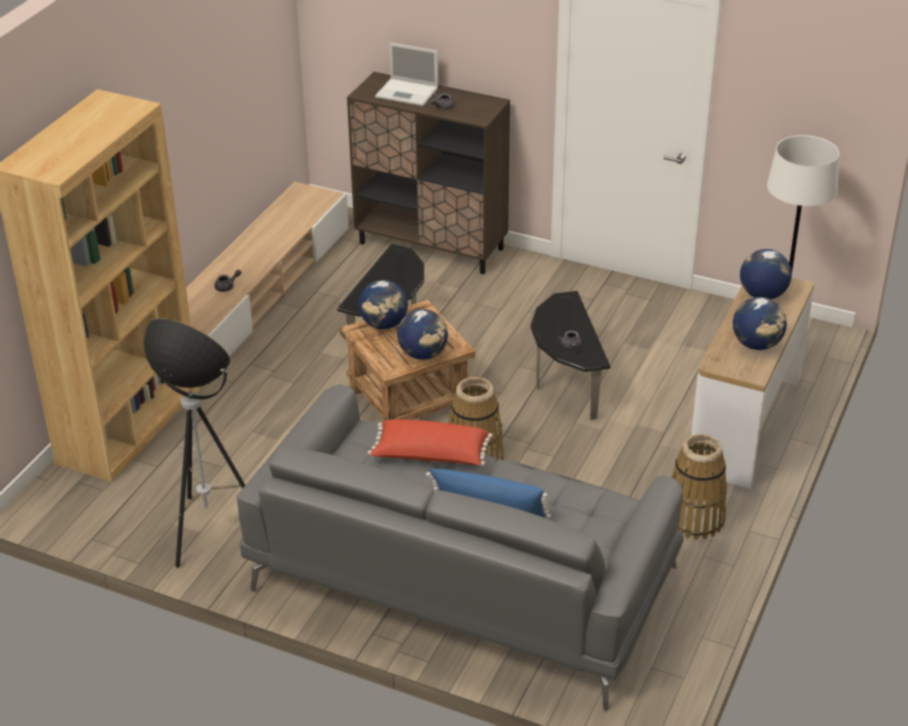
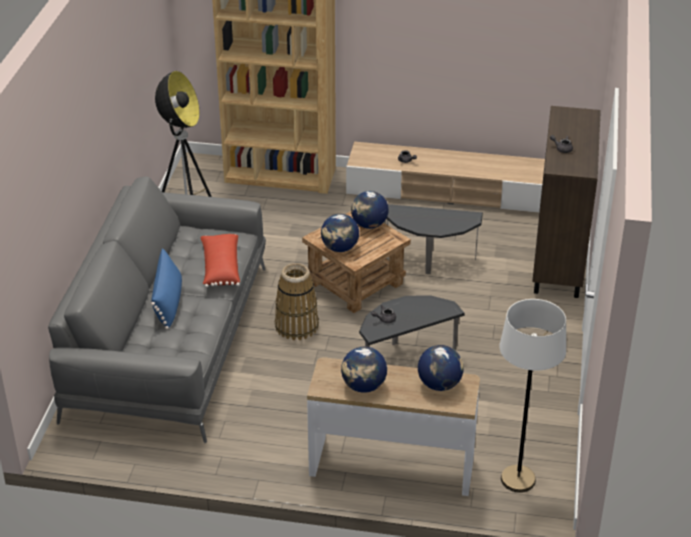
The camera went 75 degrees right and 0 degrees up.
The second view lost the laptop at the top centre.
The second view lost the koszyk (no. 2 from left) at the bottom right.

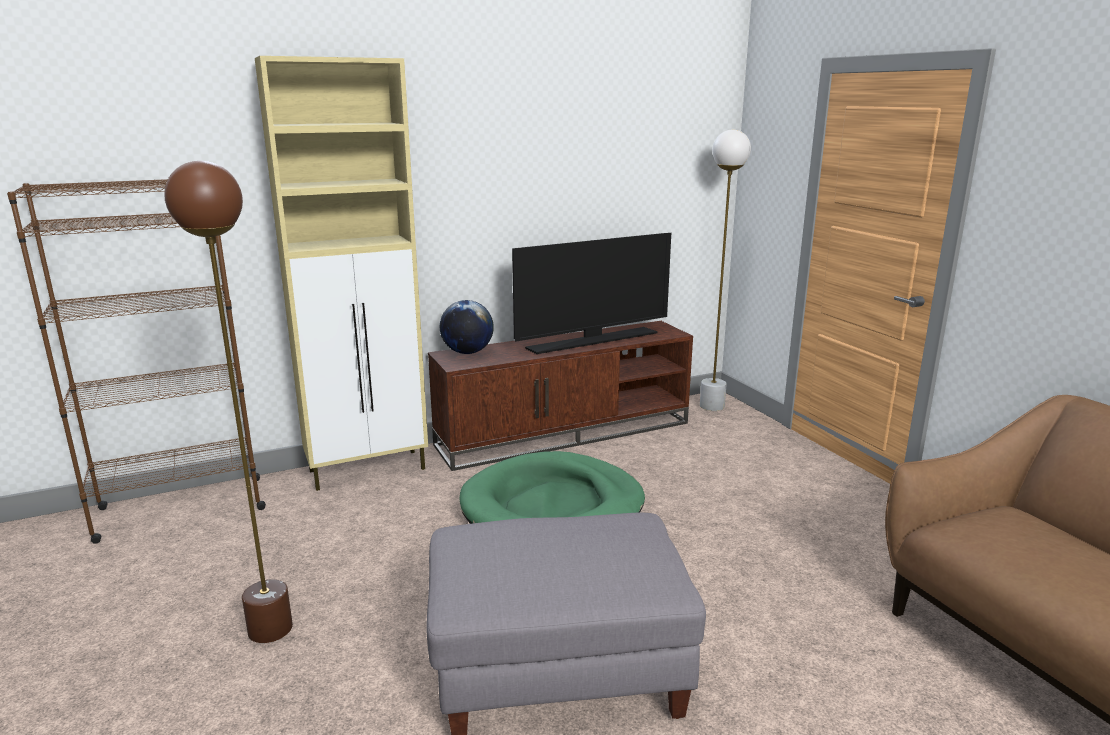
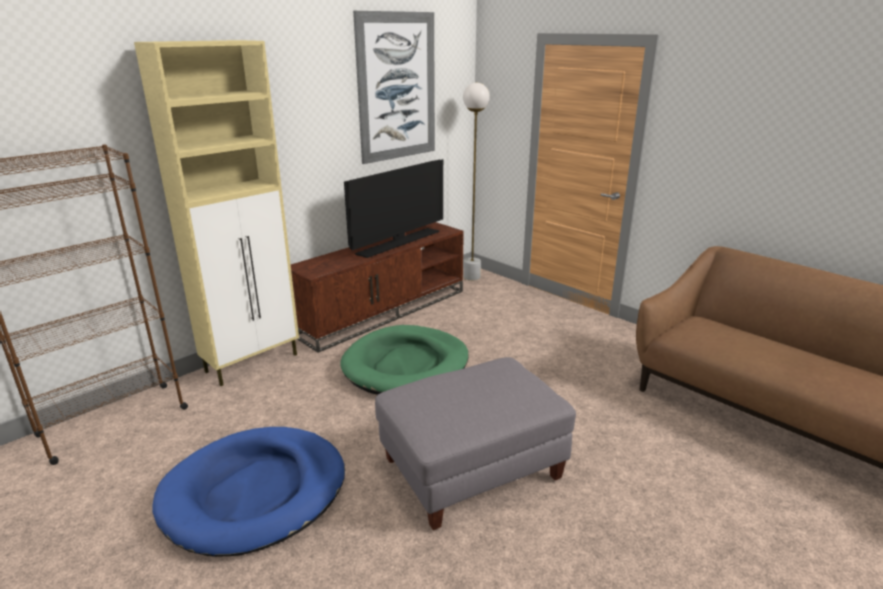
The camera went 20 degrees left and 5 degrees up.
The second view lost the globus at the centre.
The second view gained the obraz at the top centre.
Where the lampa stojąca/brązowy stood at the middle left, the legowisko/niebieski came to stand at the bottom left.

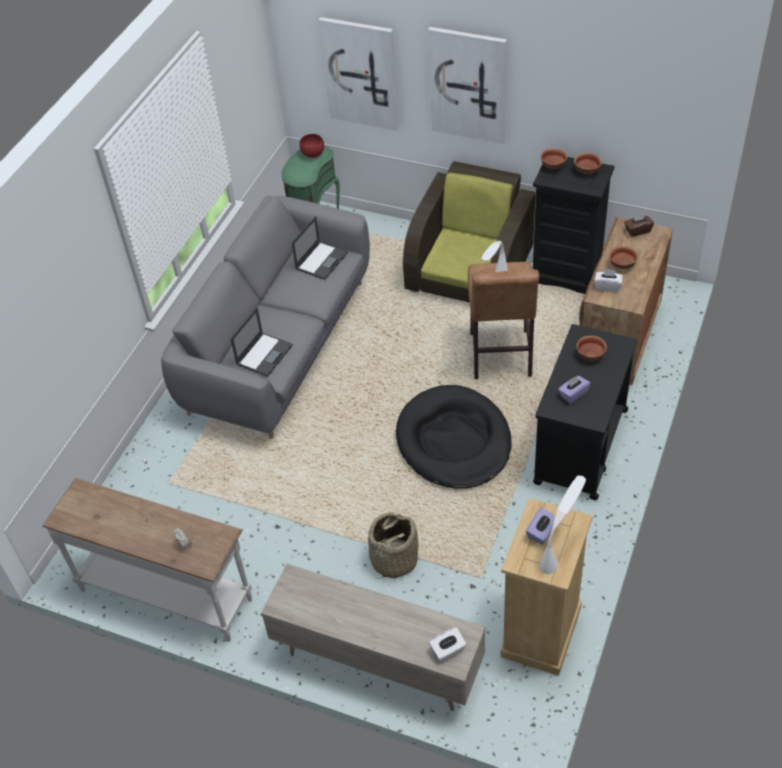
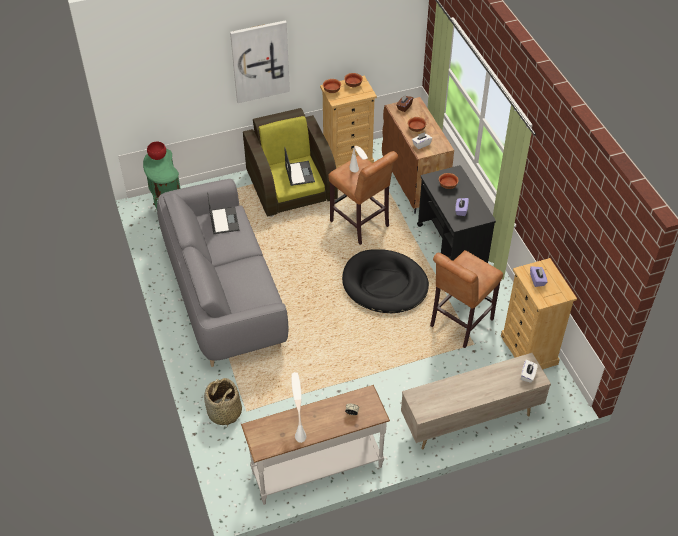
The camera went 45 degrees left and 0 degrees up.
The second view lost the obraz (no. 1 from left) at the top centre.
The second view gained the stołek/brązowy (no. 2 from left) at the middle right.
The laptop (no. 1 from left in the first image) ended up elsewhere, having gone from the centre to the top centre.
The koszyk ended up elsewhere, having gone from the bottom centre to the bottom left.
The lampa stołowa/biały (no. 2 from left in the first image) ended up elsewhere, having gone from the bottom right to the bottom centre.
What was the komoda/czarny at the top right turned into the komoda/beżowy (no. 1 from left) at the top centre.

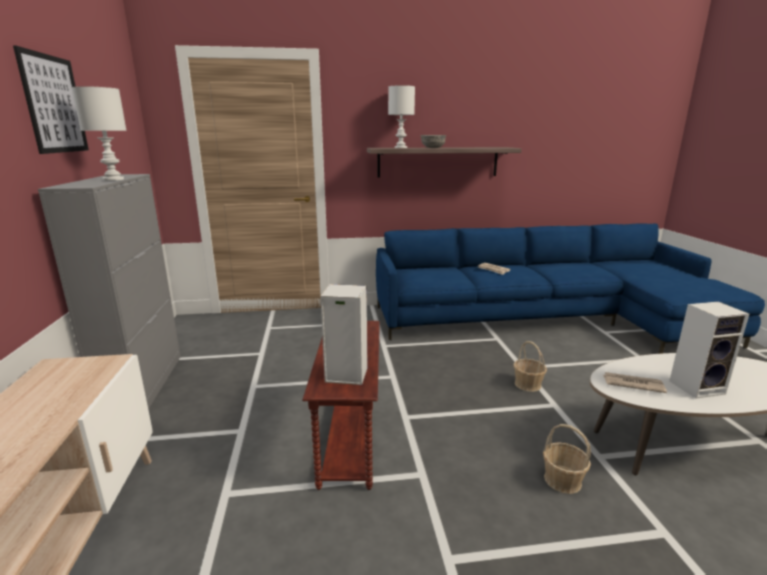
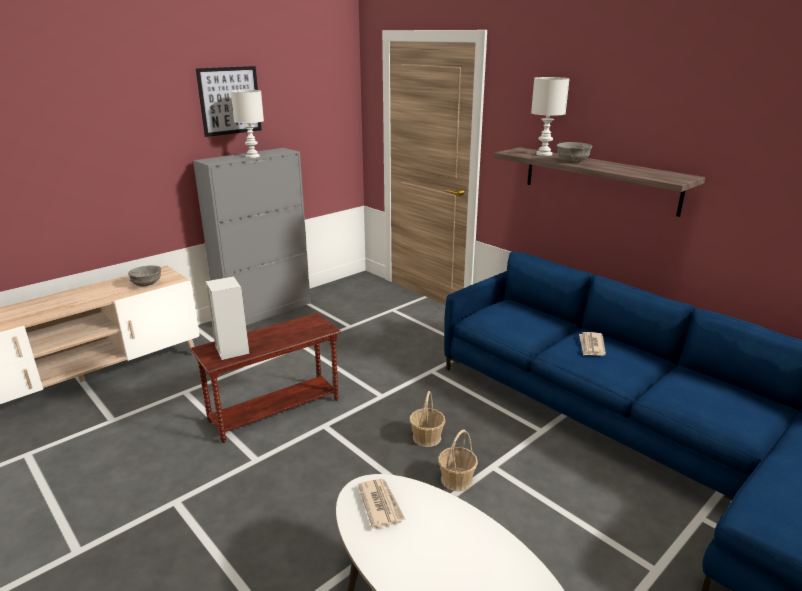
The camera went 55 degrees right and 5 degrees up.
The second view lost the głośnik (no. 2 from left) at the middle right.
The second view gained the miska/szary (no. 1 from left) at the middle left.
The koszyk (no. 2 from left in the first image) ended up elsewhere, having gone from the bottom right to the bottom centre.

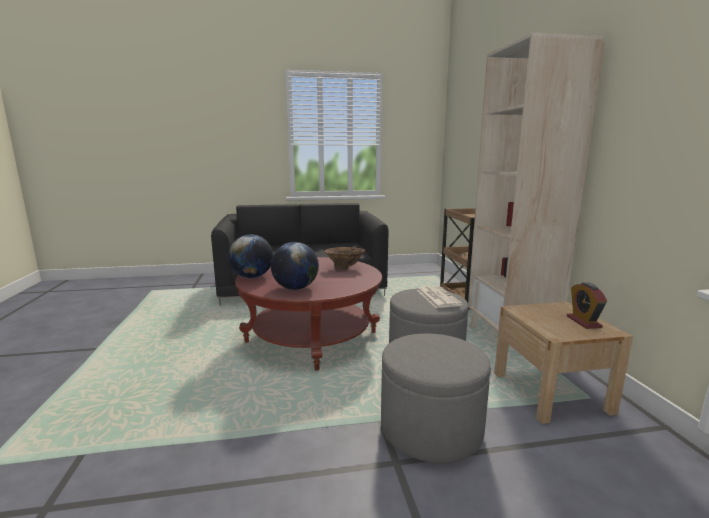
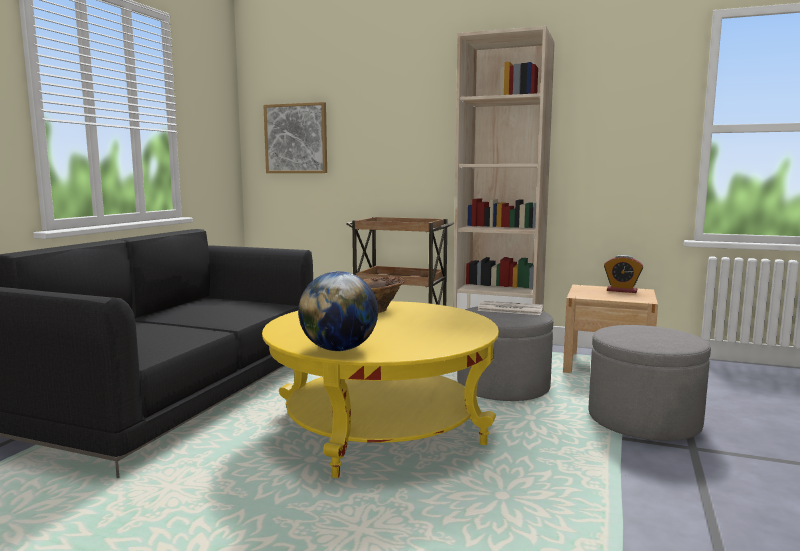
The camera went 60 degrees left and 5 degrees down.
The second view lost the globus (no. 2 from left) at the centre.
The second view gained the obraz at the top centre.
What was the ława/czerwony at the centre turned into the ława/żółty at the bottom centre.

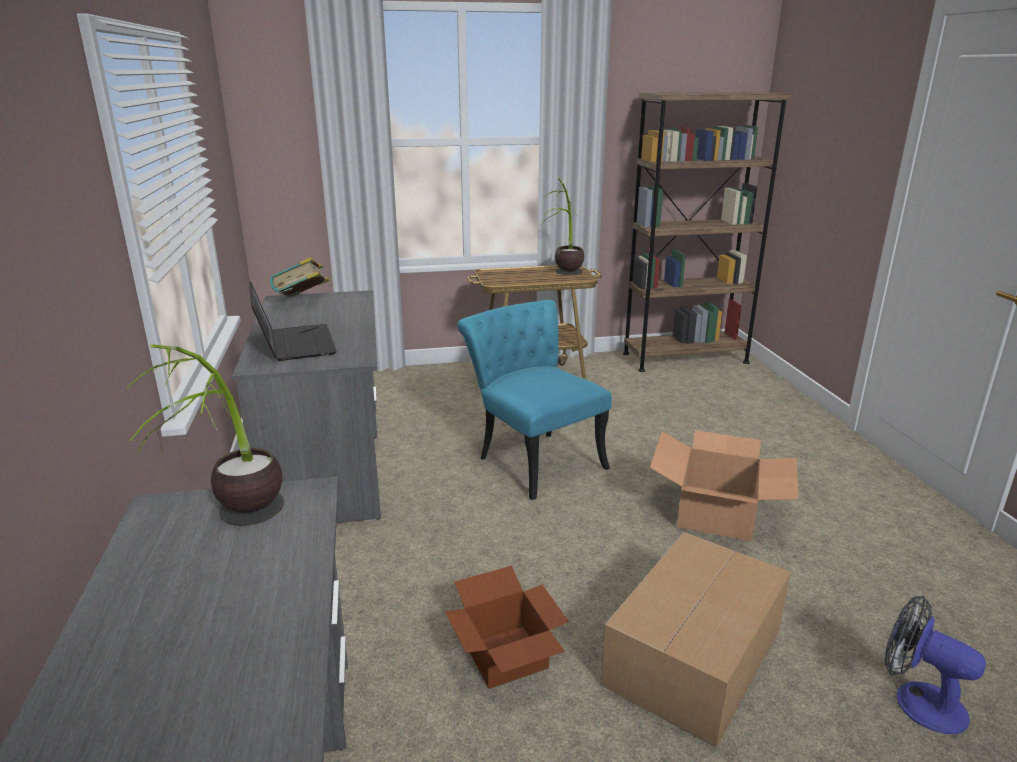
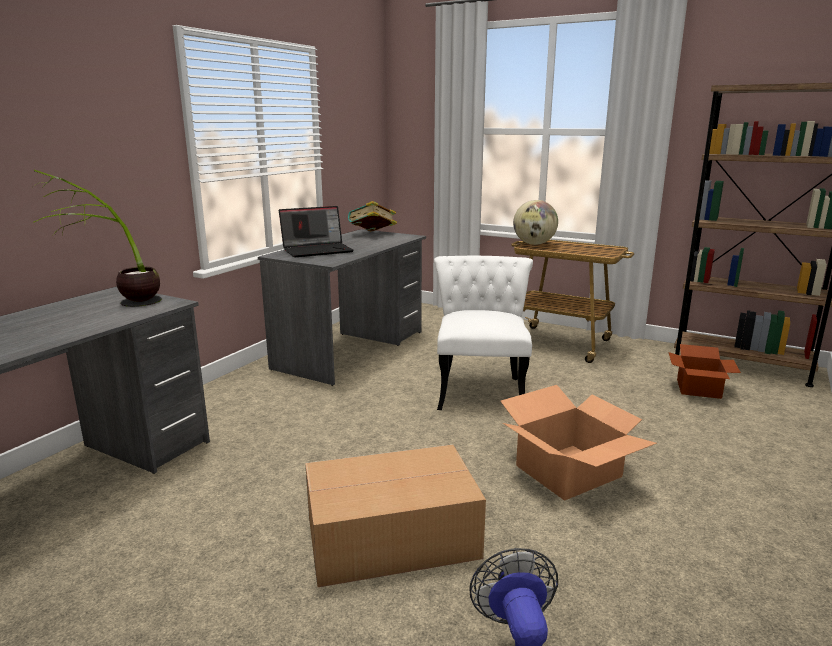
The camera went 40 degrees right and 5 degrees down.
The second view lost the roślina doniczkowa (no. 2 from left) at the top centre.
The second view gained the globus at the centre.
The karton (no. 1 from left in the first image) ended up elsewhere, having gone from the bottom centre to the middle right.
What was the krzesło/turkusowy at the centre turned into the krzesło/biały at the centre.
The laptop at the middle left ended up facing another way, 45 degrees clockwise from before.

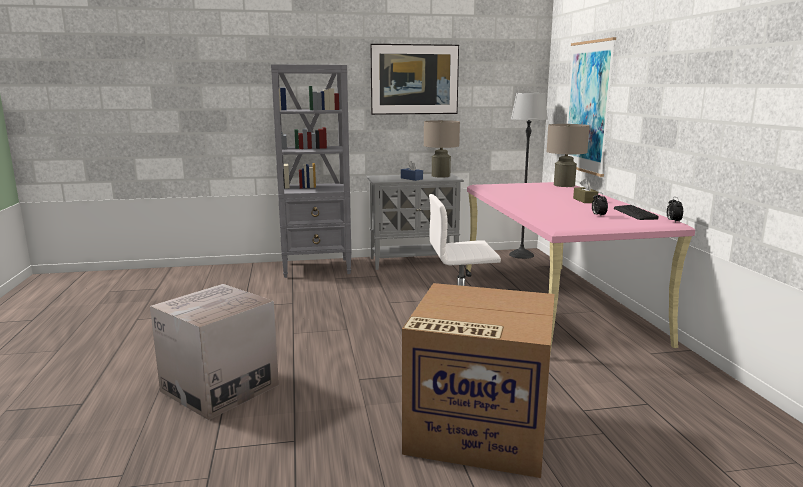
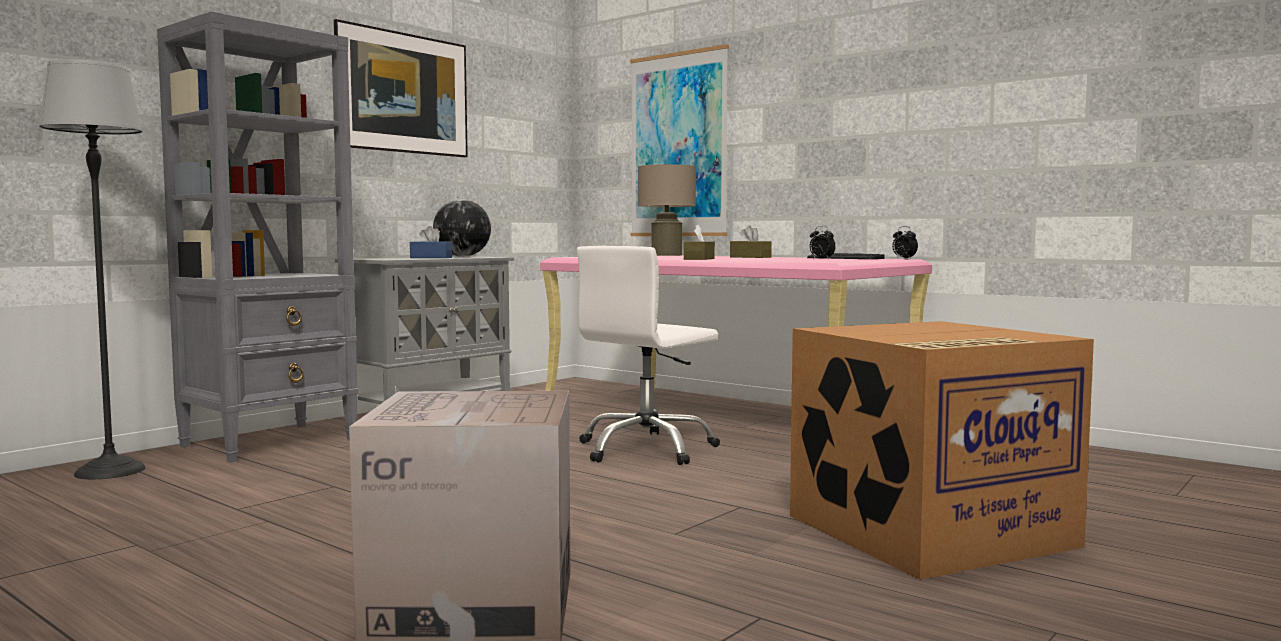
The camera went 40 degrees left and 10 degrees down.
The second view gained the pudełko chusteczek/brązowy (no. 1 from left) at the centre.
The lampa stojąca ended up elsewhere, having gone from the centre to the middle left.
Where the lampa stołowa/beżowy (no. 1 from left) stood at the top centre, the globus came to stand at the centre.

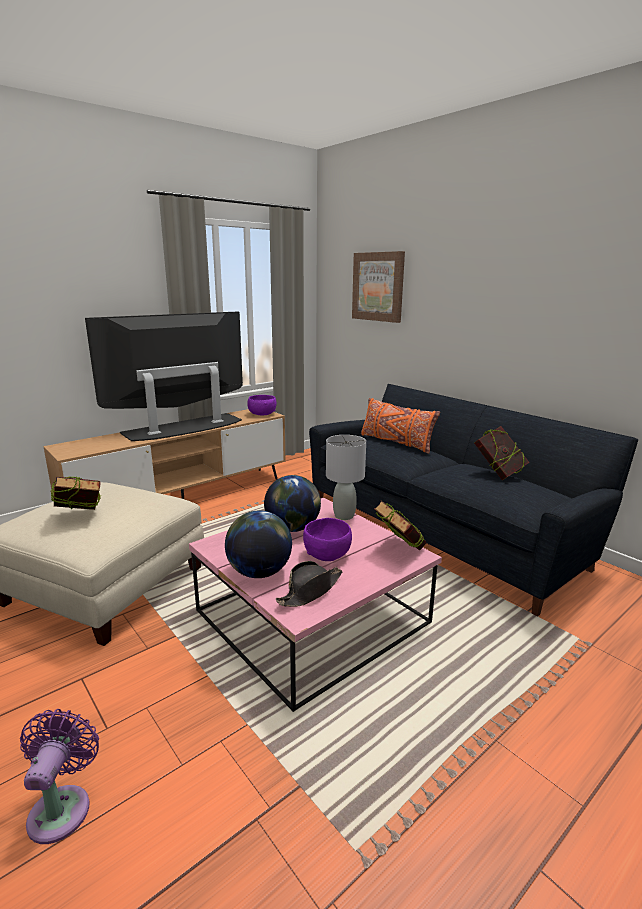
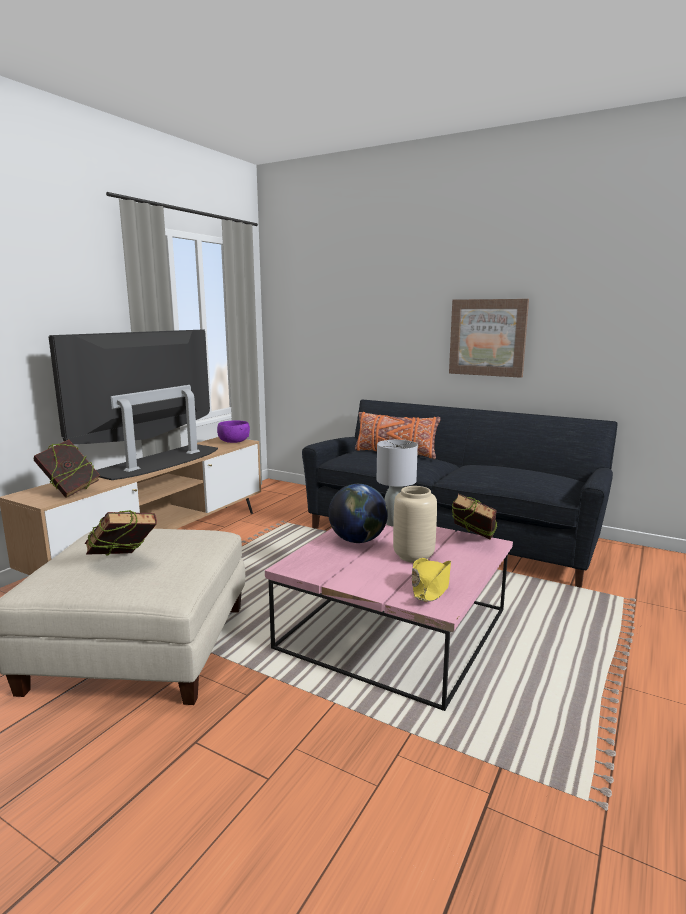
The camera went 20 degrees left and 5 degrees down.
The second view lost the wentylator/fioletowy at the bottom left.
The second view lost the globus (no. 1 from left) at the centre.
The obraz ended up elsewhere, having gone from the top centre to the middle right.
The książka (no. 3 from left in the first image) ended up elsewhere, having gone from the middle right to the middle left.
Where the miska/fioletowy (no. 2 from left) stood at the centre, the wazon/beżowy came to stand at the centre.
What was the kapelusz/czarny at the centre turned into the kapelusz/żółty at the centre.

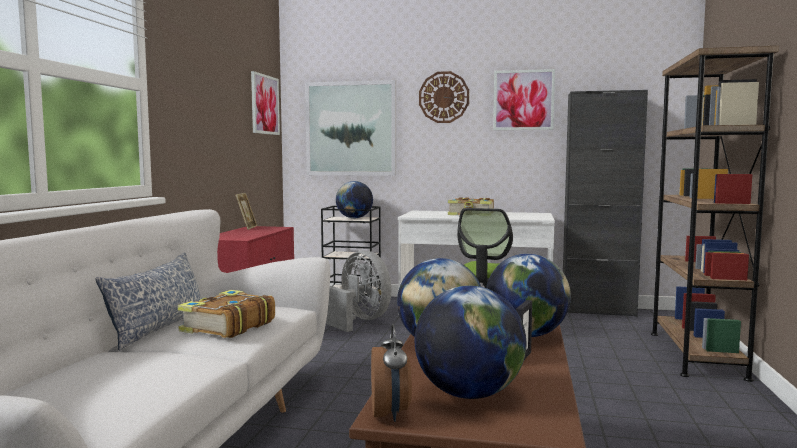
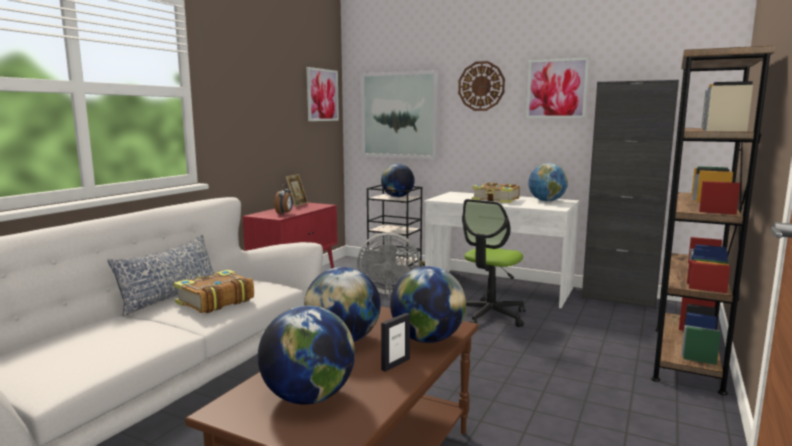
The camera went 15 degrees right and 5 degrees up.
The second view gained the globus (no. 5 from left) at the middle right.
The budzik ended up elsewhere, having gone from the bottom centre to the centre.
The wentylator/szary at the centre ended up facing another way, 120 degrees clockwise from before.

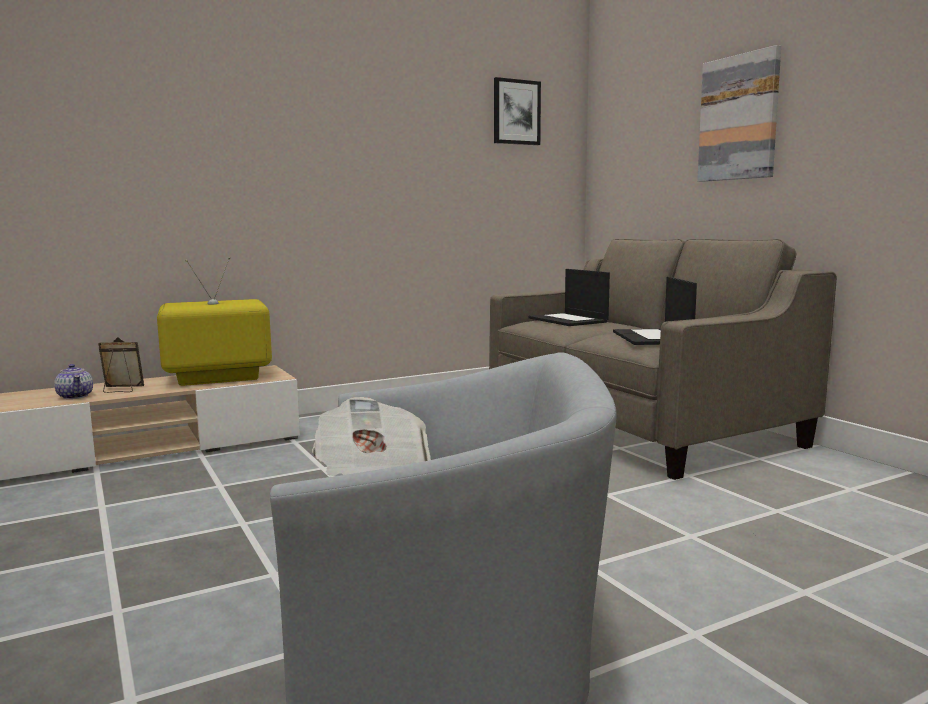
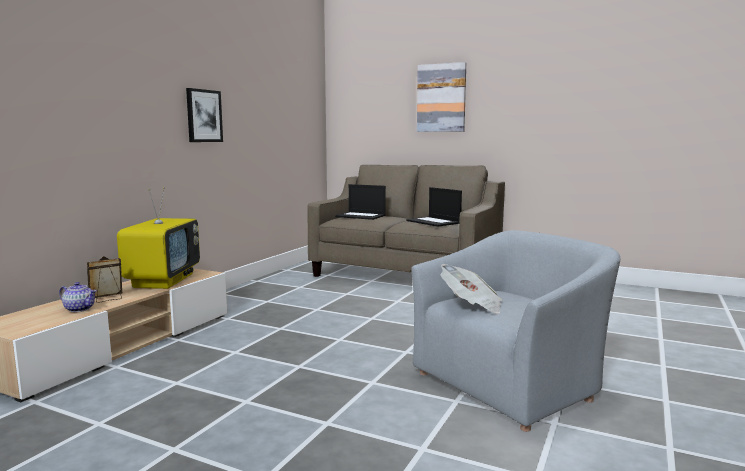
The camera went 35 degrees left and 0 degrees up.
The obraz (no. 1 from left) ended up elsewhere, having gone from the top centre to the top left.
The telewizor at the middle left ended up facing another way, 150 degrees clockwise from before.

